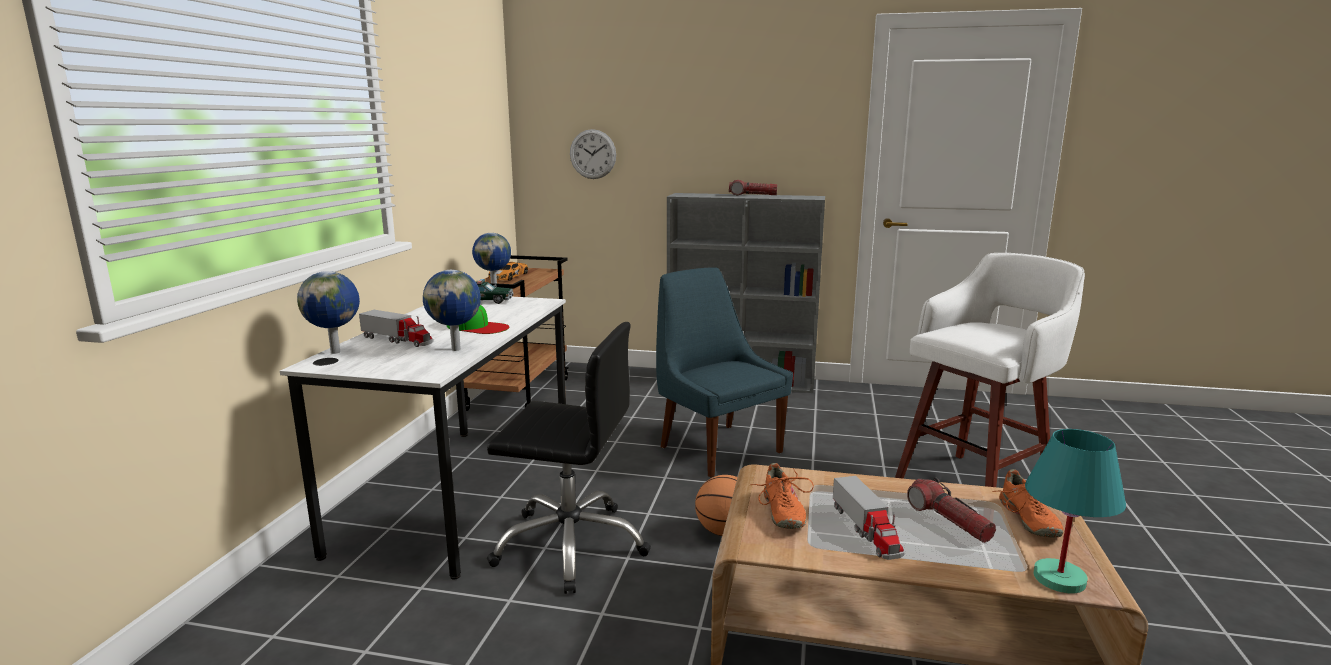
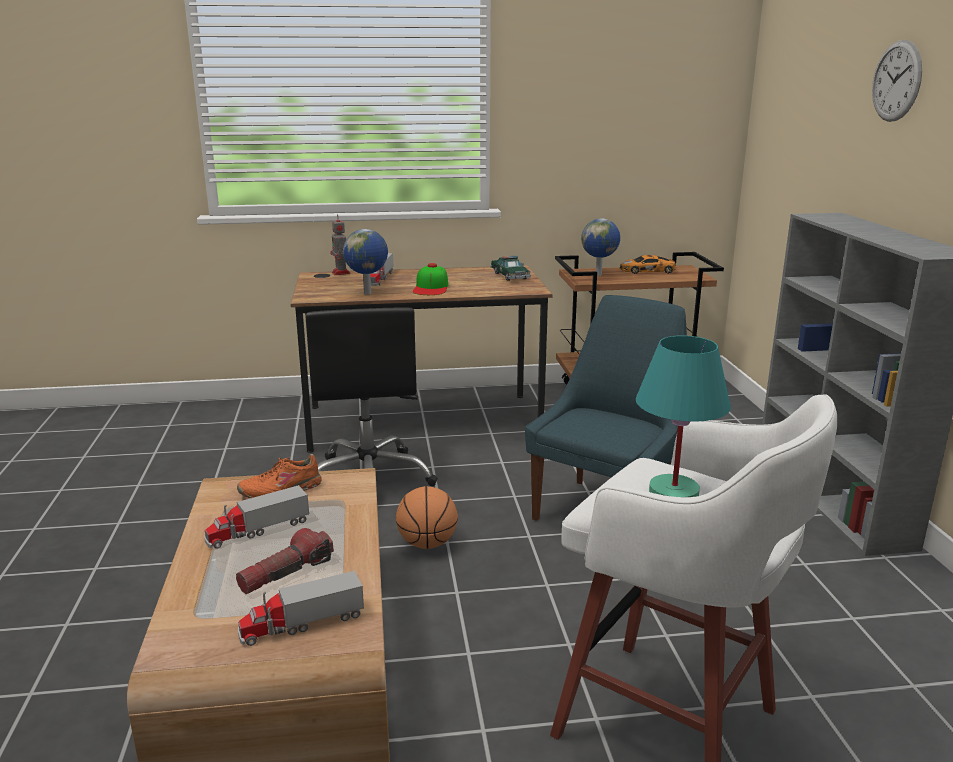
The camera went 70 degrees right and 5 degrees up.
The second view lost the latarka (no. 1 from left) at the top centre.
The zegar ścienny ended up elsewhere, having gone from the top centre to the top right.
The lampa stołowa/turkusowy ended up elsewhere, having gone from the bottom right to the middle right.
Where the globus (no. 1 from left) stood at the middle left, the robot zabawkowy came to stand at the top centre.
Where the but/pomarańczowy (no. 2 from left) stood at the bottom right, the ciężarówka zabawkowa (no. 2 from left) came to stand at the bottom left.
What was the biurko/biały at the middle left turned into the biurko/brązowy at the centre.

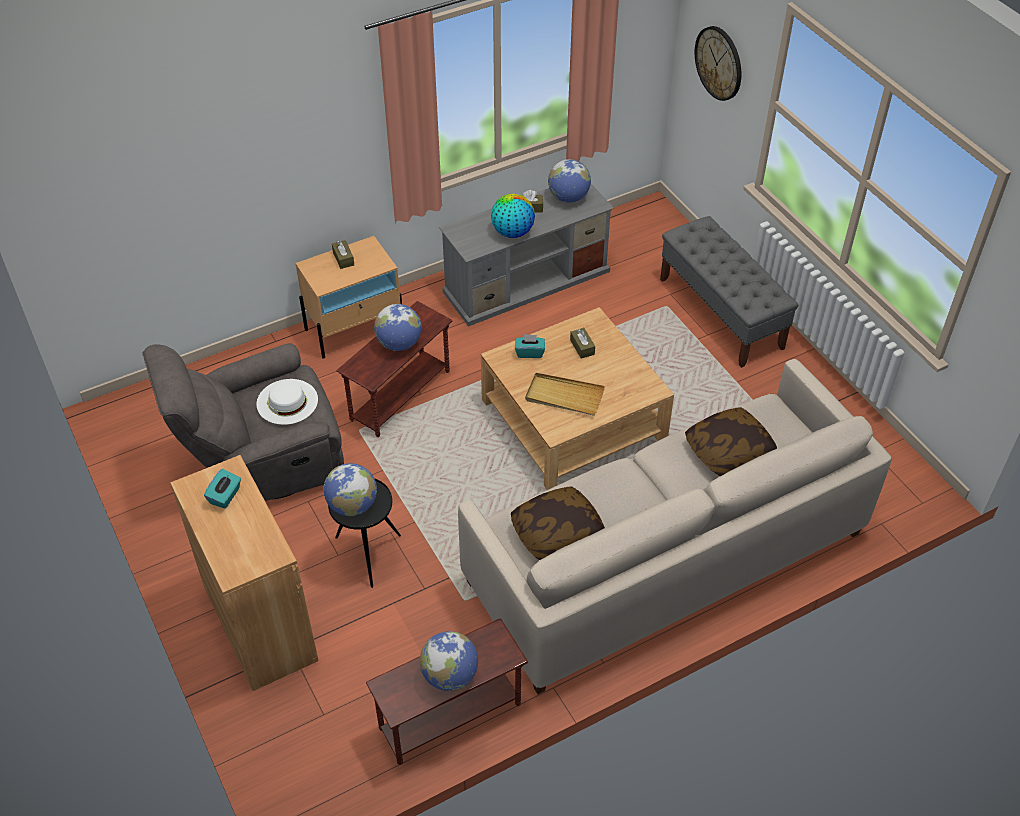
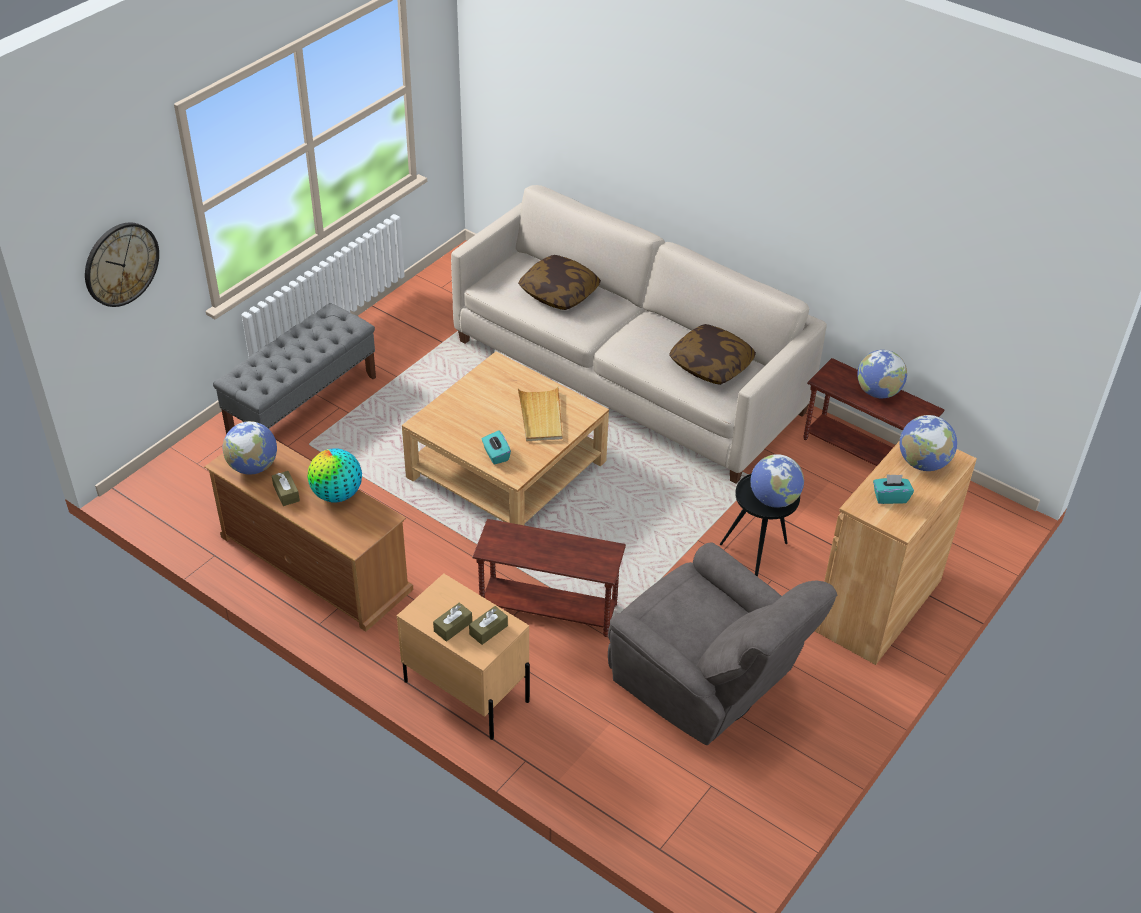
The camera went 115 degrees left and 5 degrees down.
The second view lost the kapelusz/biały at the middle left.
The globus (no. 2 from left in the first image) ended up elsewhere, having gone from the centre to the middle right.
The pudełko chusteczek/brązowy (no. 3 from left) ended up elsewhere, having gone from the centre to the bottom centre.
What was the szafka pod telewizor/szary at the top centre turned into the szafka pod telewizor/brązowy at the middle left.

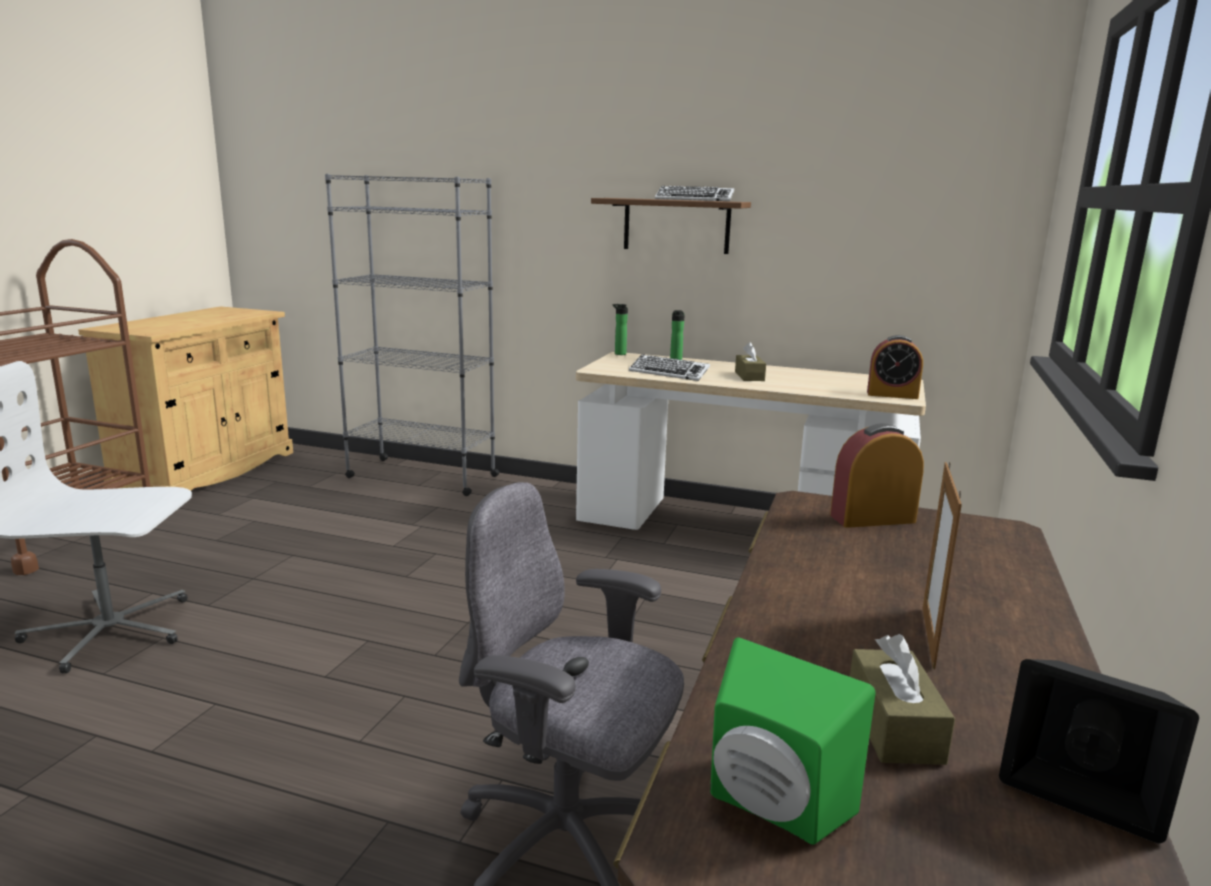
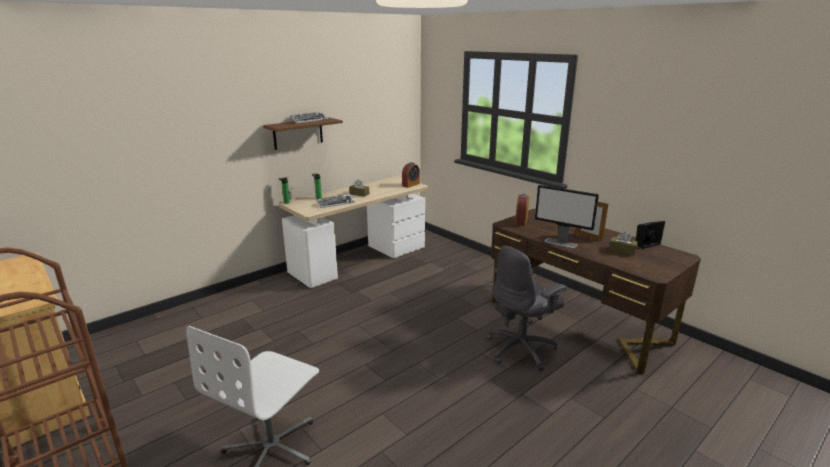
The camera went 60 degrees left and 5 degrees up.
The second view lost the regał/szary at the centre.
The second view lost the głośnik/zielony at the bottom centre.
The second view gained the monitor at the middle right.

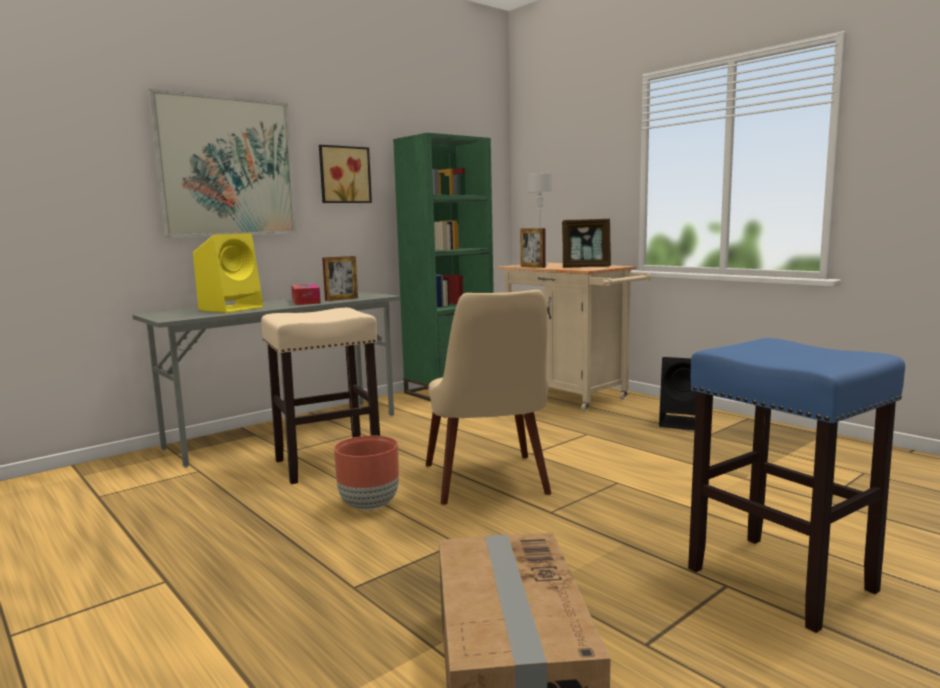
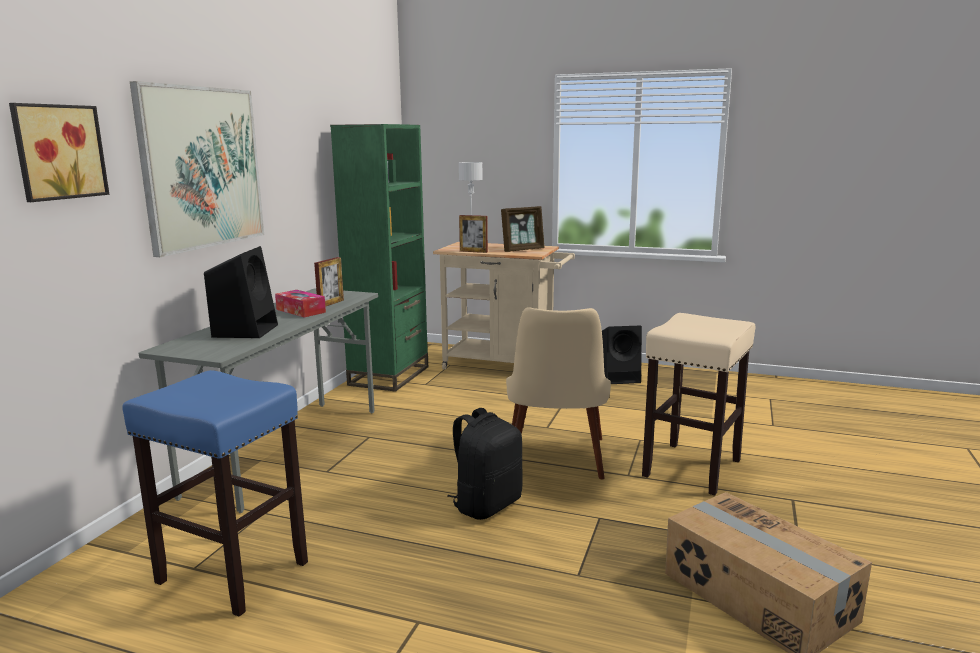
The camera went 30 degrees left and 5 degrees up.
The stołek/beżowy ended up elsewhere, having gone from the centre to the middle right.
The obraz (no. 2 from left in the first image) ended up elsewhere, having gone from the top centre to the top left.
The stołek/niebieski ended up elsewhere, having gone from the bottom right to the bottom left.
Where the donica/brązowy stood at the bottom centre, the plecak/czarny came to stand at the bottom centre.
What was the głośnik/żółty at the middle left turned into the głośnik/czarny (no. 1 from left) at the middle left.
The krzesło/beżowy at the centre ended up facing another way, 45 degrees clockwise from before.

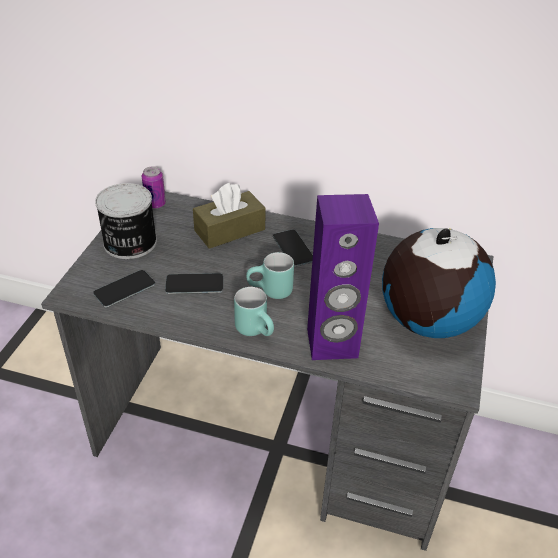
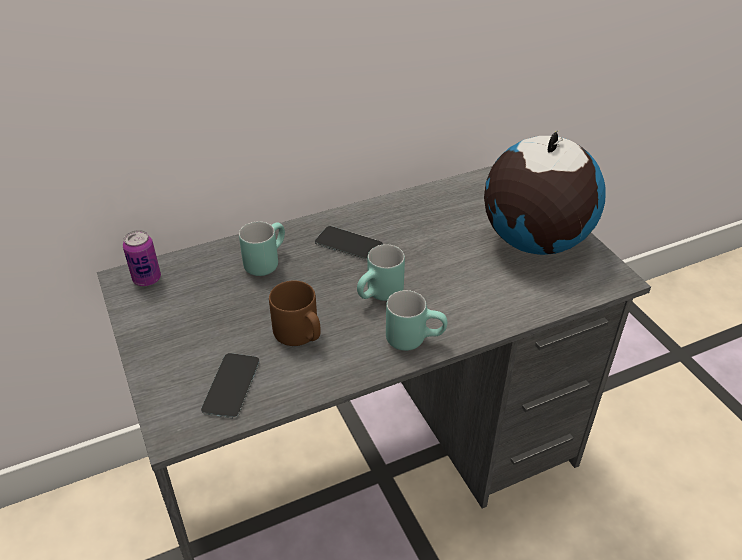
The camera went 40 degrees left and 0 degrees up.
The second view lost the puszka (no. 1 from left) at the middle left.
The second view lost the głośnik/fioletowy at the centre.
Where the telefon (no. 2 from left) stood at the centre, the kubek/brązowy came to stand at the centre.
Where the pudełko chusteczek/brązowy stood at the centre, the kubek/turkusowy (no. 1 from left) came to stand at the centre.

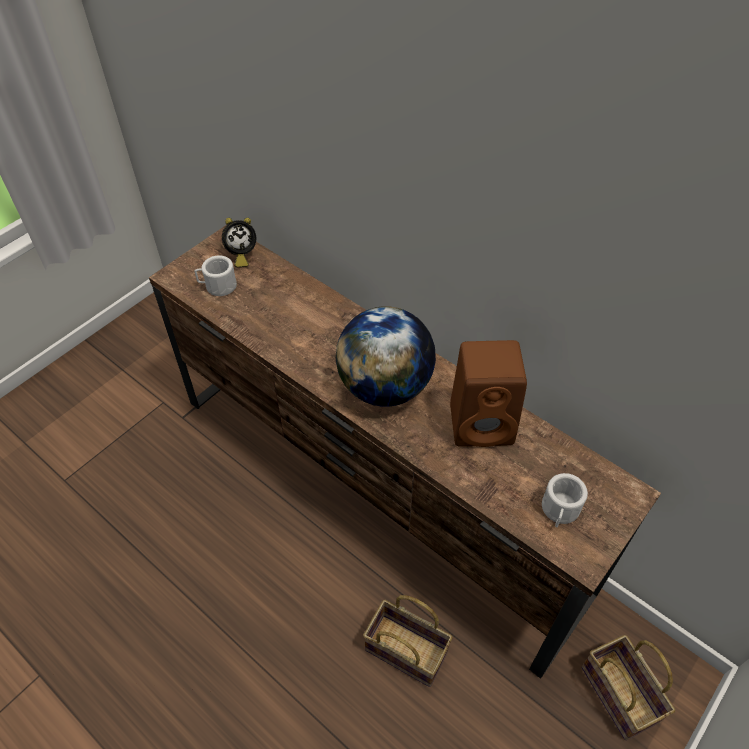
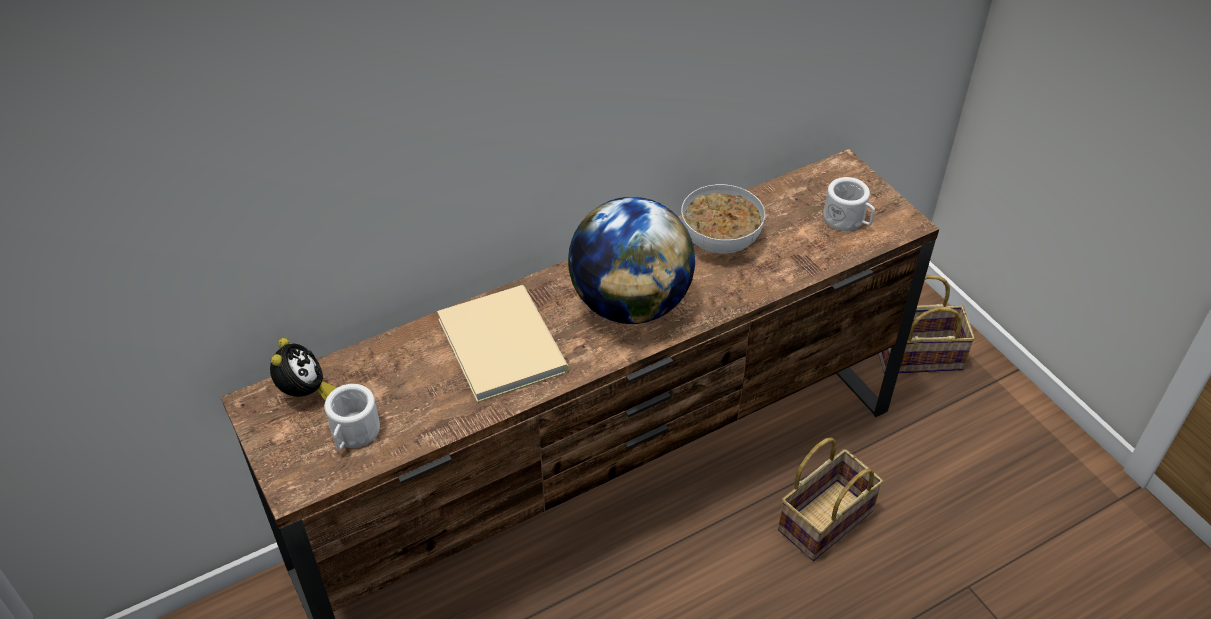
The camera went 70 degrees left and 5 degrees down.
The second view gained the książka/beżowy at the centre.
Where the głośnik/brązowy stood at the centre, the miska came to stand at the centre.

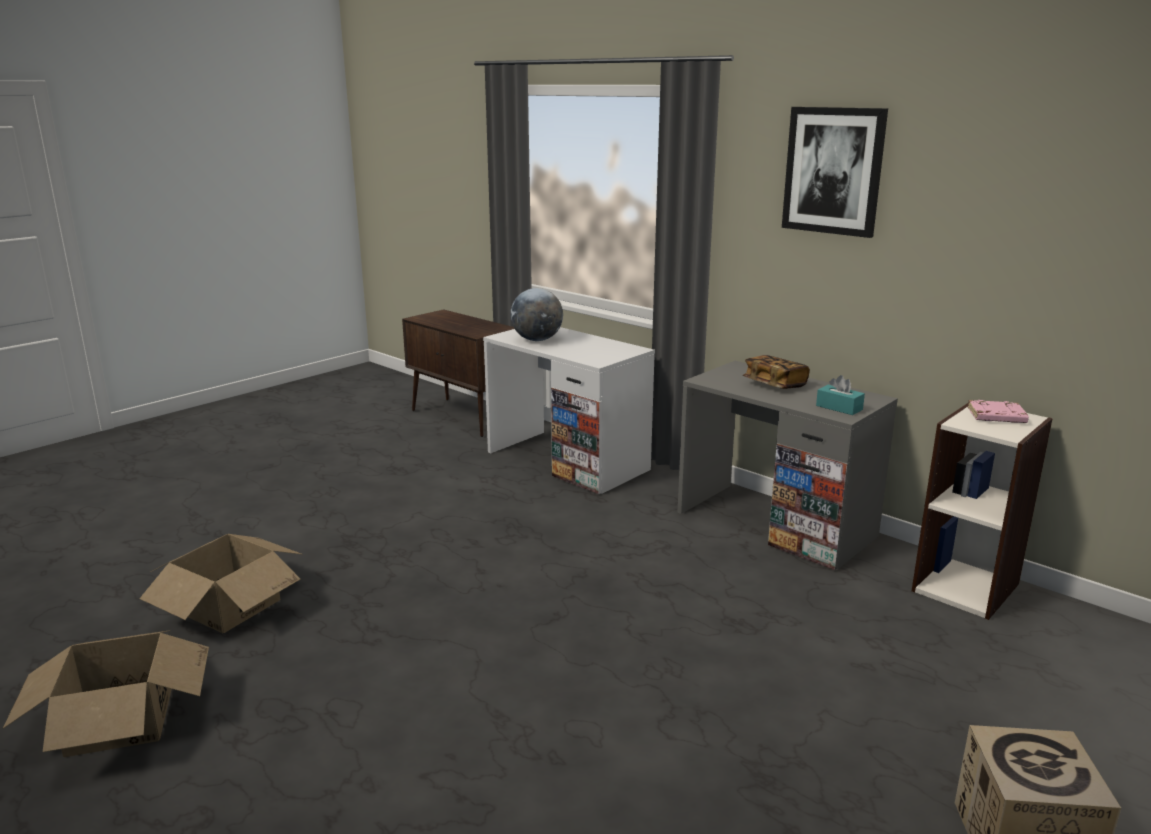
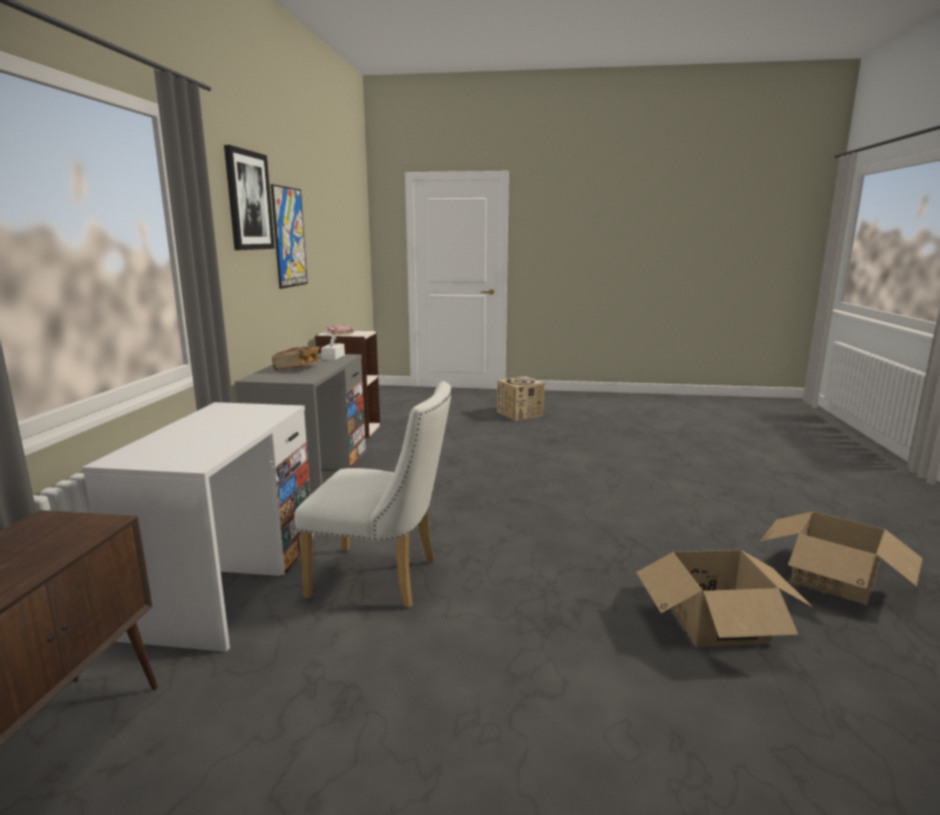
The camera went 125 degrees left and 5 degrees down.
The second view lost the globus at the centre.
The second view gained the obraz (no. 2 from left) at the top left.
The second view gained the krzesło/biały at the centre.
What was the pudełko chusteczek/turkusowy at the middle right turned into the pudełko chusteczek/biały at the centre.

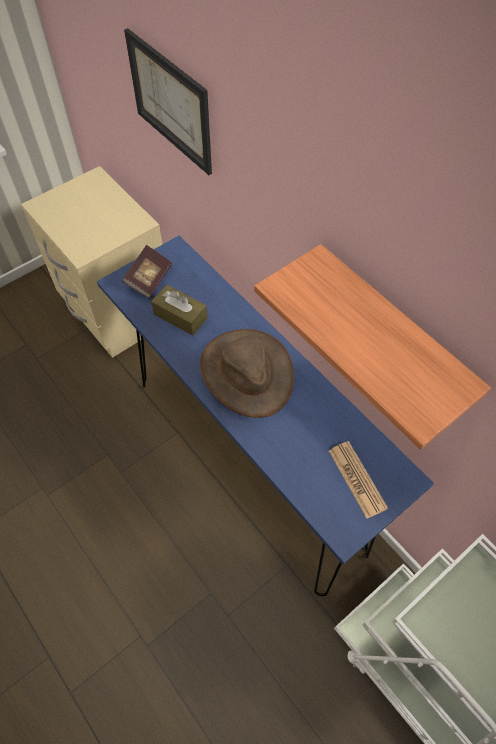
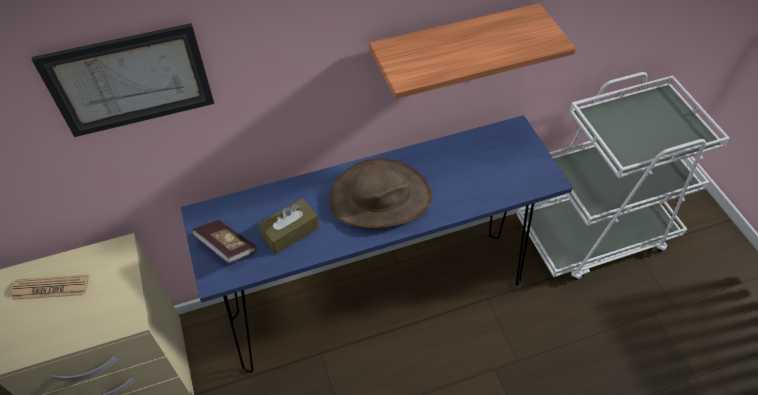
The camera went 70 degrees left and 5 degrees down.
The gazeta ended up elsewhere, having gone from the middle right to the bottom left.

